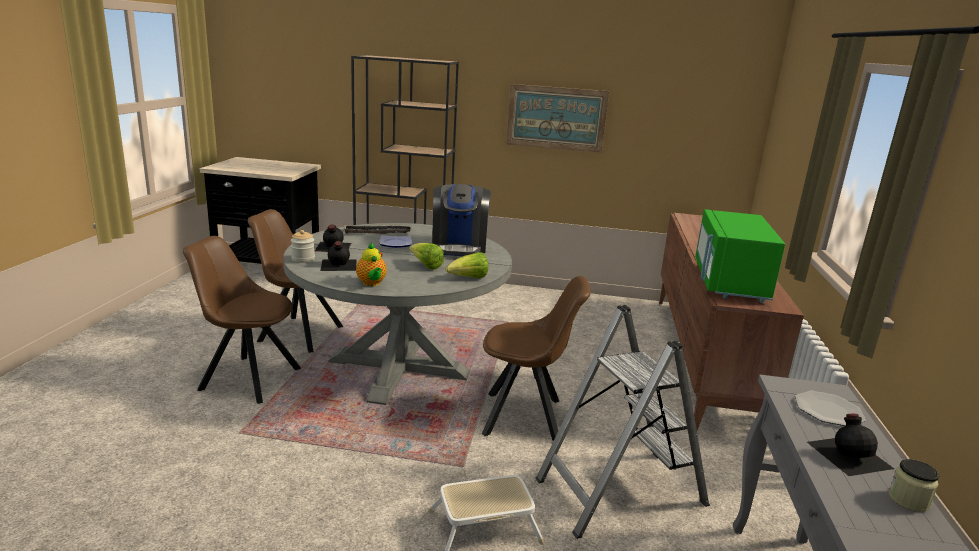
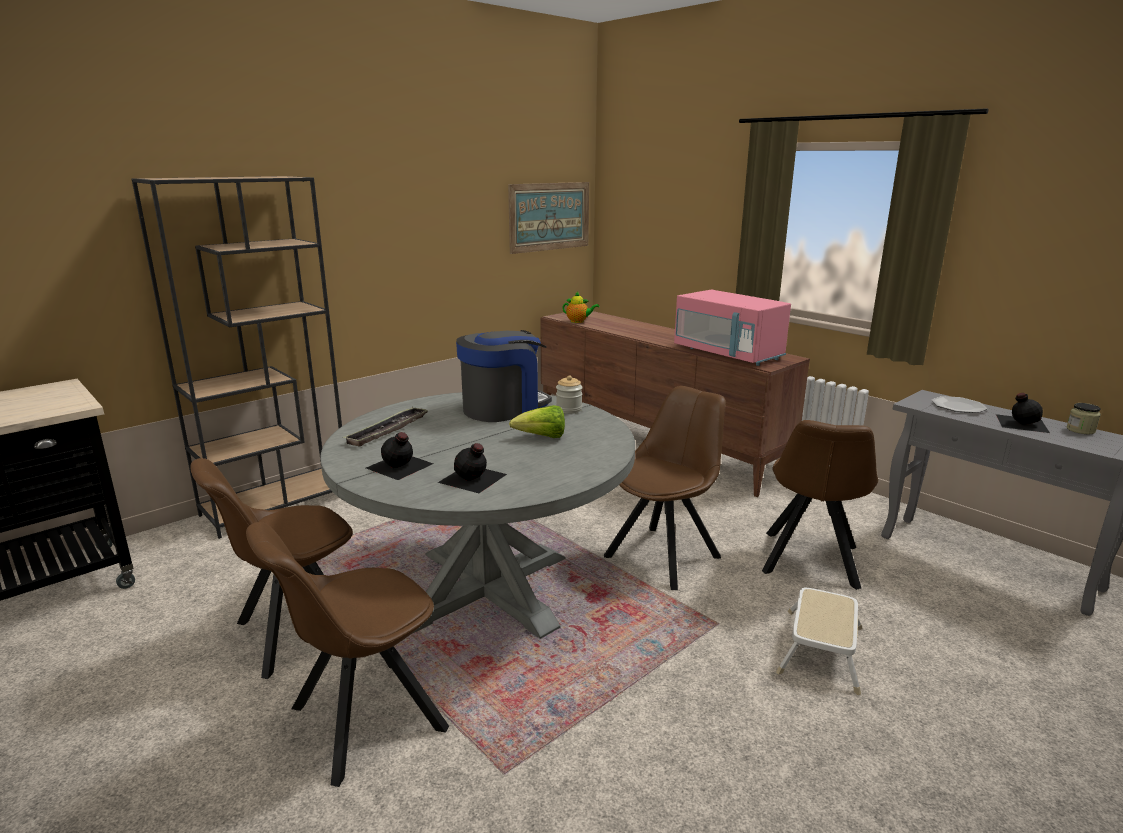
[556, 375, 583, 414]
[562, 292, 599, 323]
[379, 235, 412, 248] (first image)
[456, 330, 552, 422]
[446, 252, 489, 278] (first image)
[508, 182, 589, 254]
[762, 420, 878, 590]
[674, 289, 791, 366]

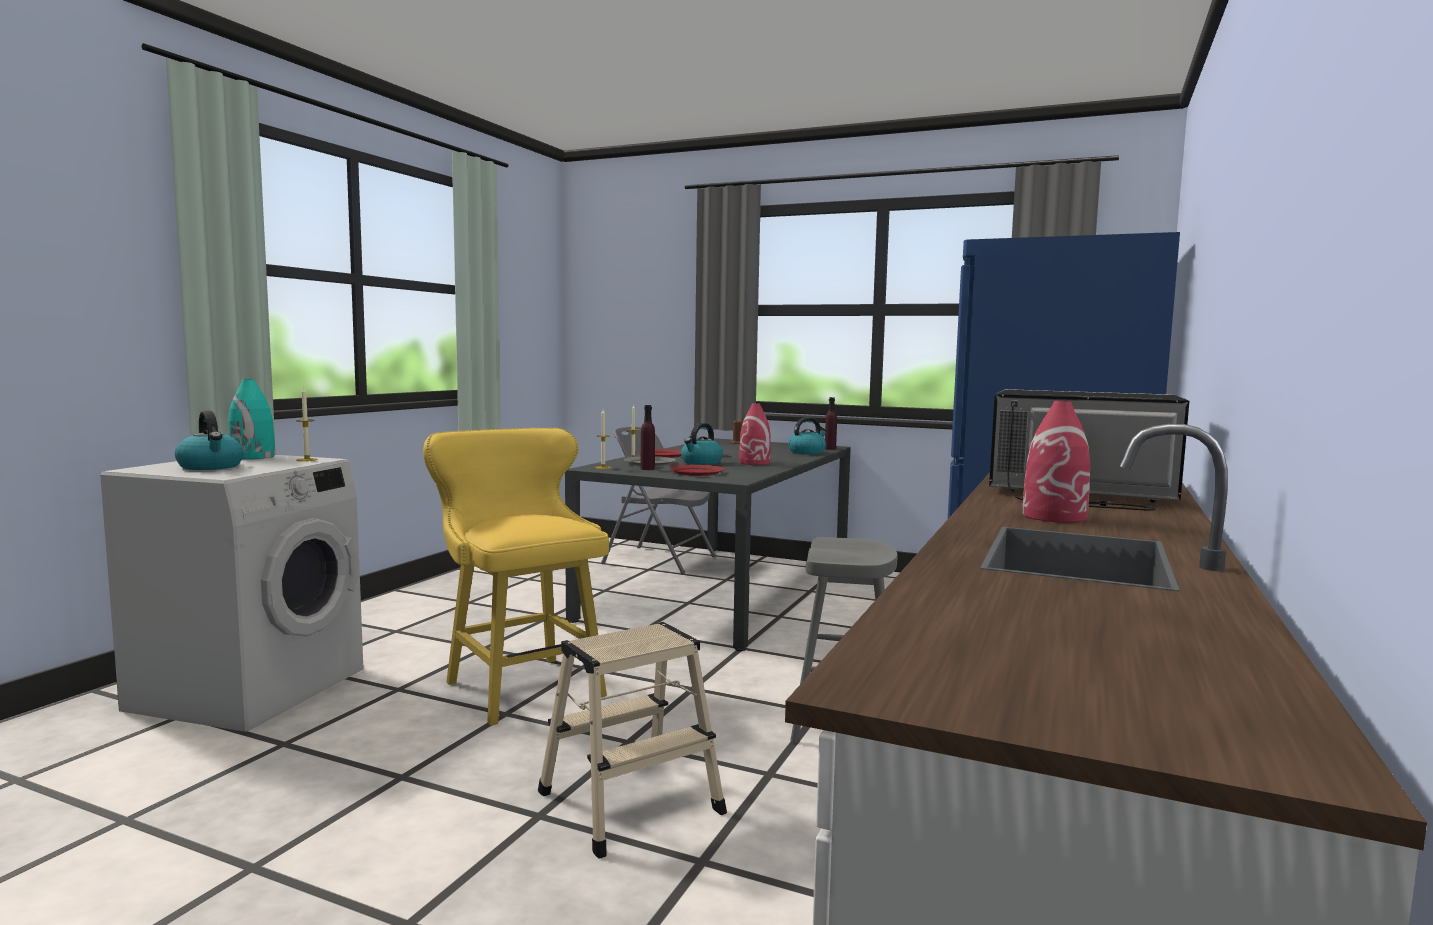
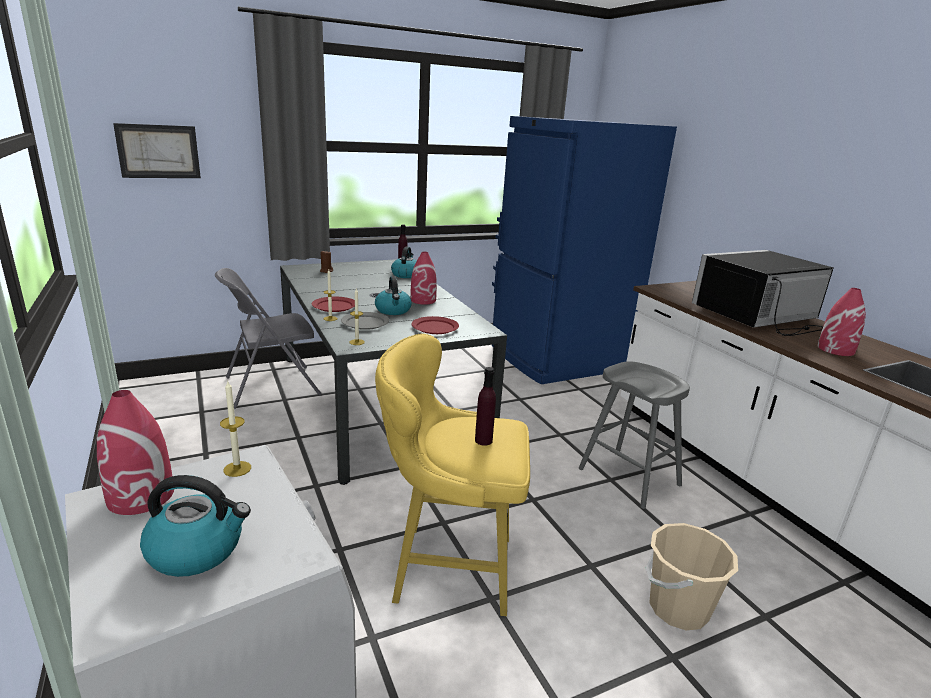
[97, 390, 174, 515]
[645, 523, 738, 630]
[475, 367, 496, 446]
[113, 123, 201, 178]

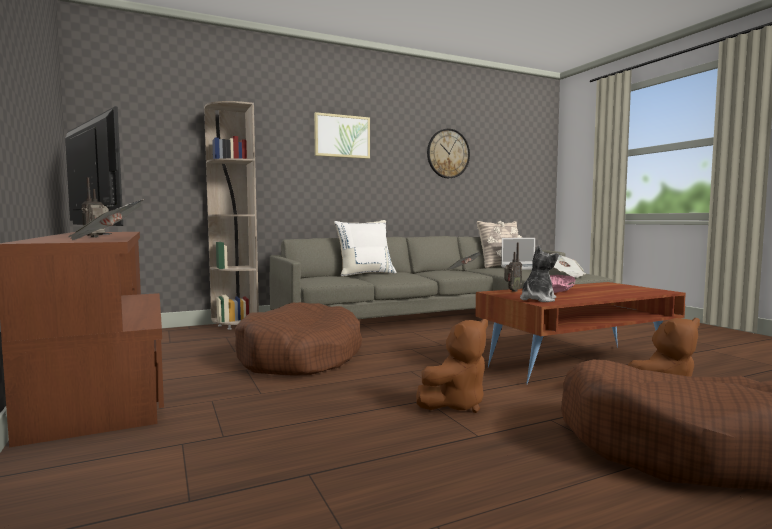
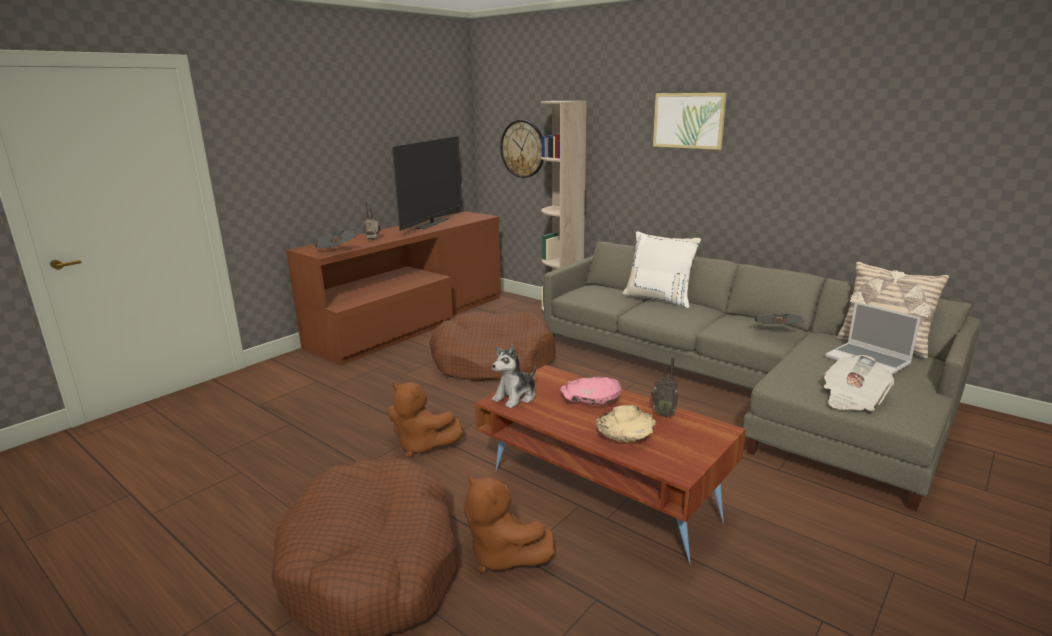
[500, 120, 544, 178]
[650, 357, 679, 417]
[492, 345, 536, 408]
[597, 405, 656, 442]

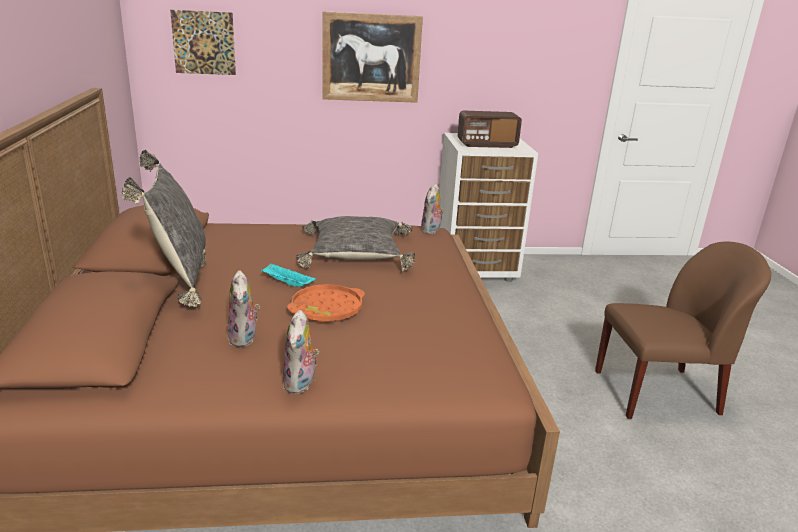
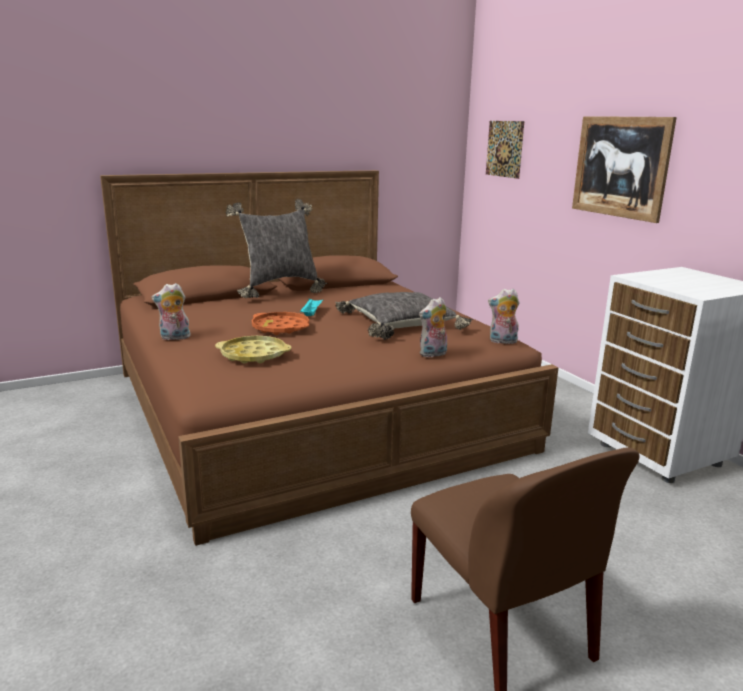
[419, 297, 447, 357]
[457, 111, 522, 148] (first image)
[215, 336, 292, 363]

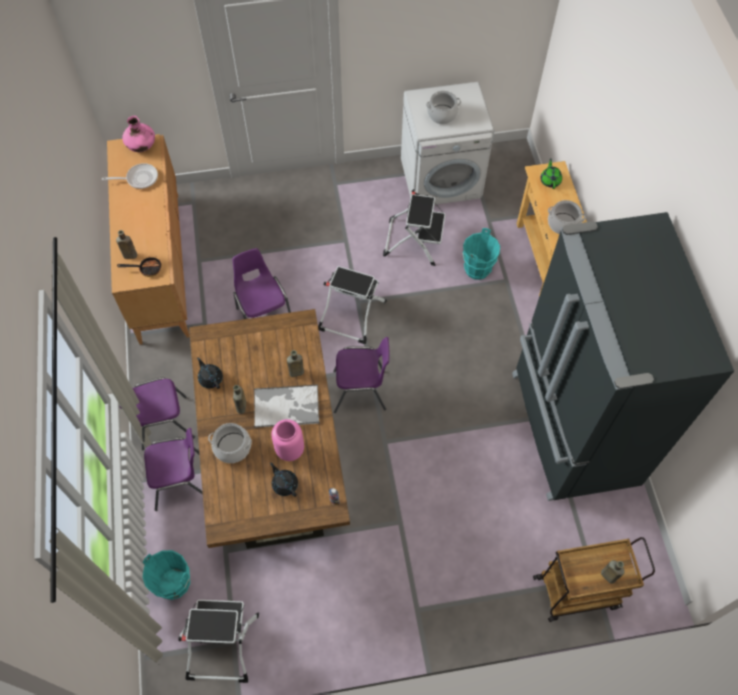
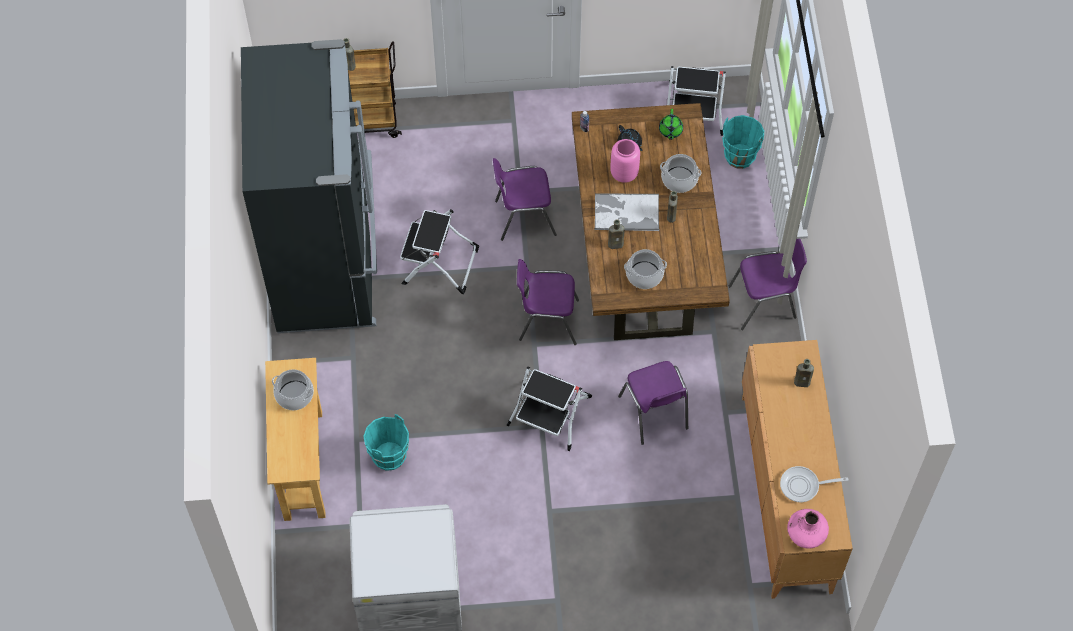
[117, 257, 162, 277] (first image)
[493, 158, 557, 241]
[197, 357, 223, 389] (first image)
[400, 209, 479, 294]
[624, 249, 667, 289]
[659, 109, 683, 140]

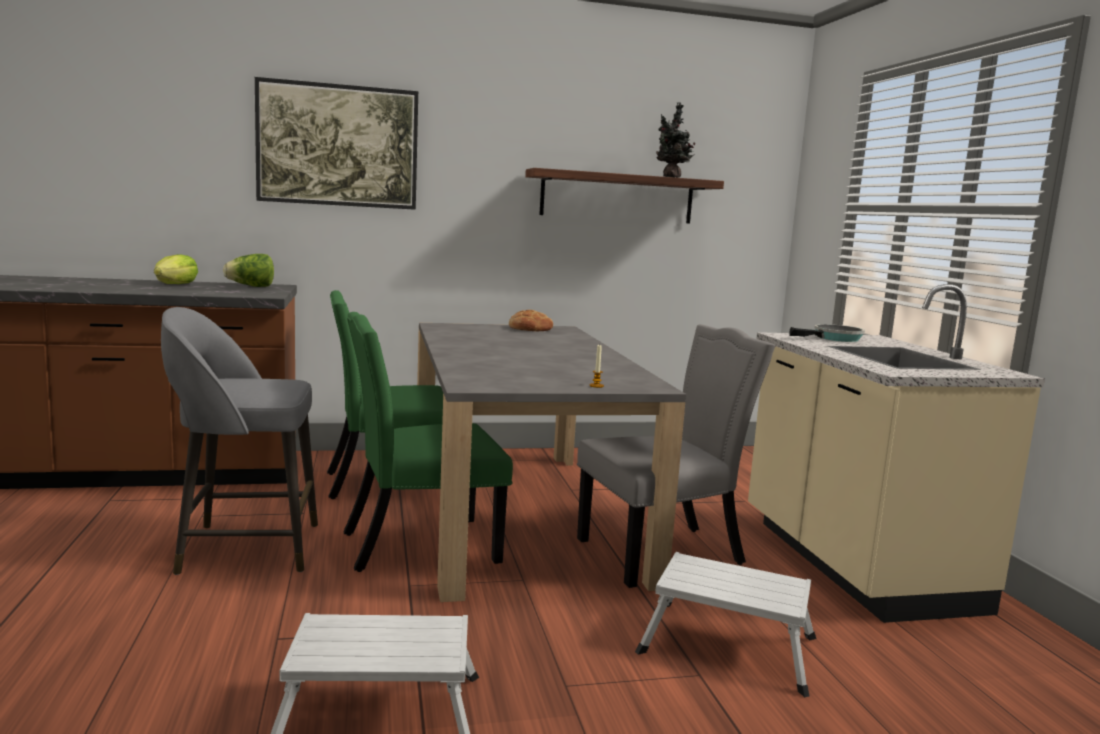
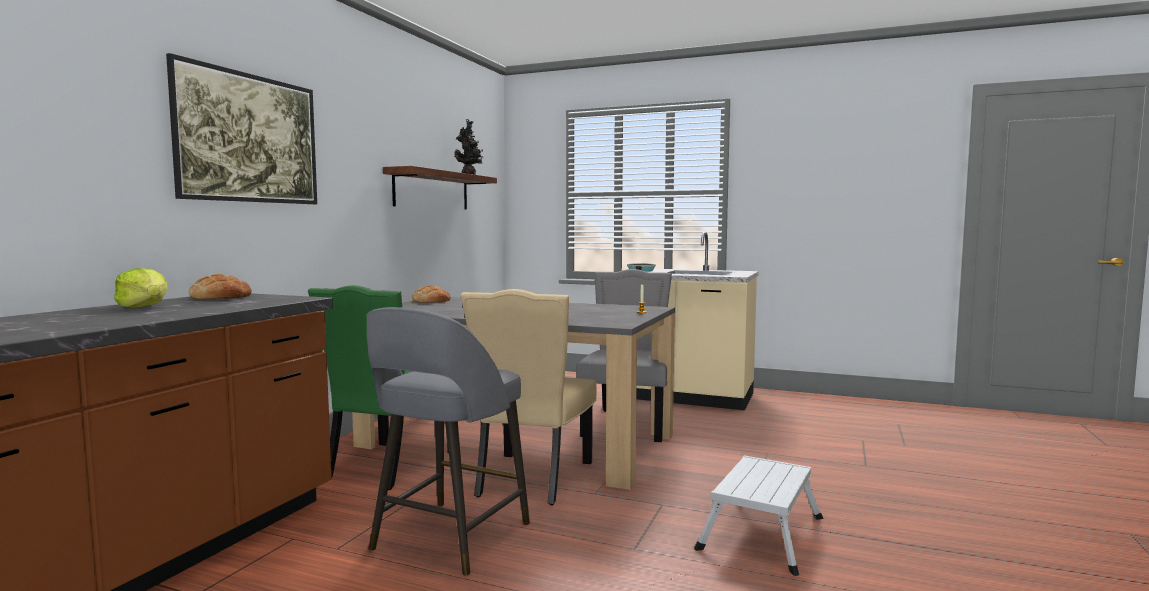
[189, 274, 252, 299]
[461, 289, 597, 505]
[635, 552, 817, 697] (first image)

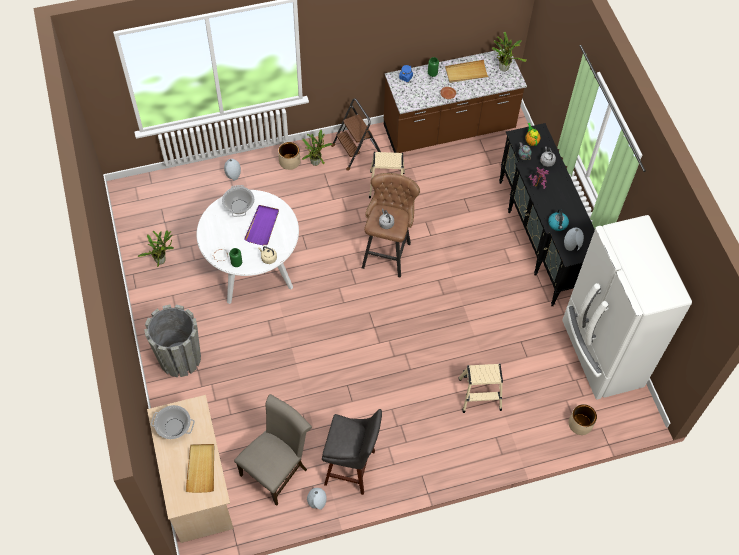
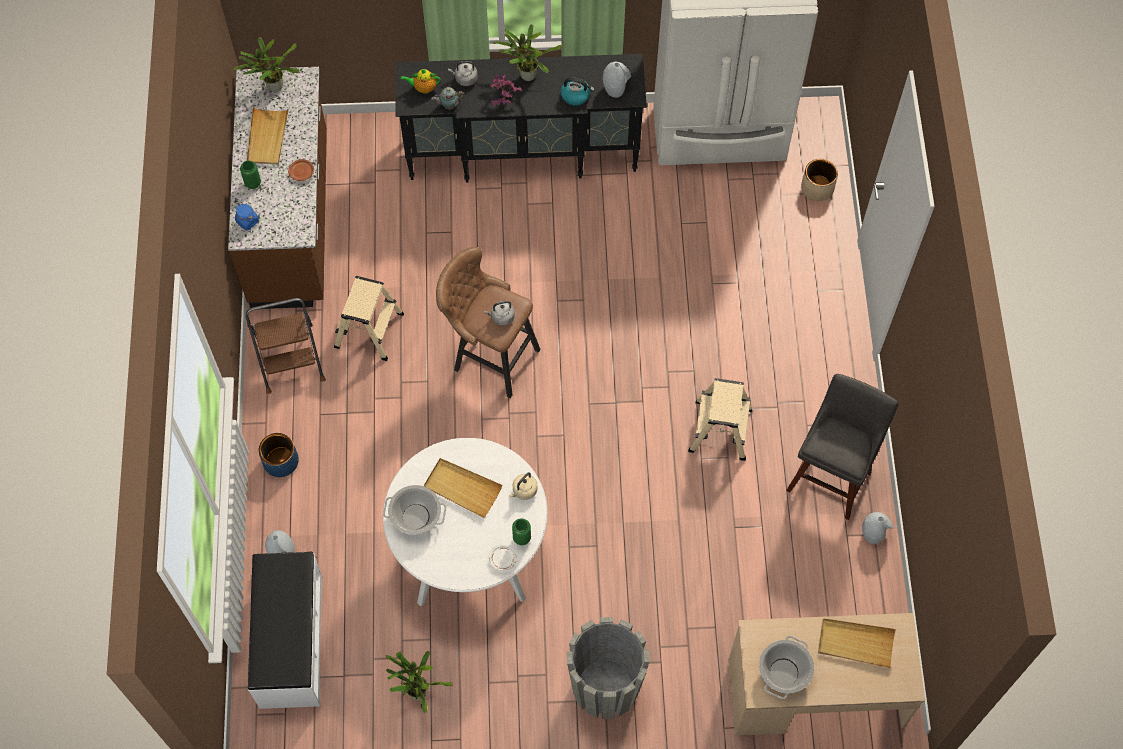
[234, 394, 312, 506] (first image)
[424, 458, 502, 518]
[259, 433, 299, 477]
[494, 24, 562, 81]
[688, 378, 752, 461]
[248, 552, 322, 709]

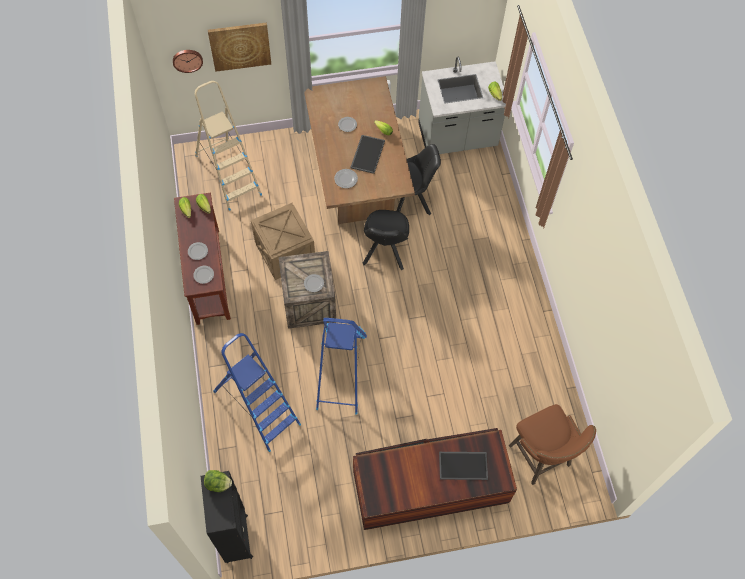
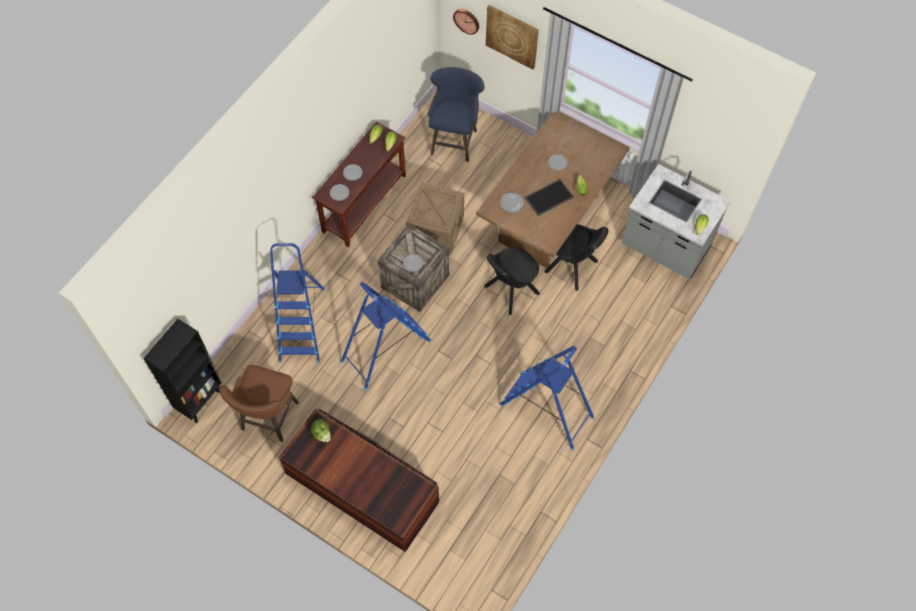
[428, 67, 485, 162]
[311, 419, 331, 442]
[439, 452, 488, 480] (first image)
[219, 365, 299, 442]
[499, 346, 595, 450]

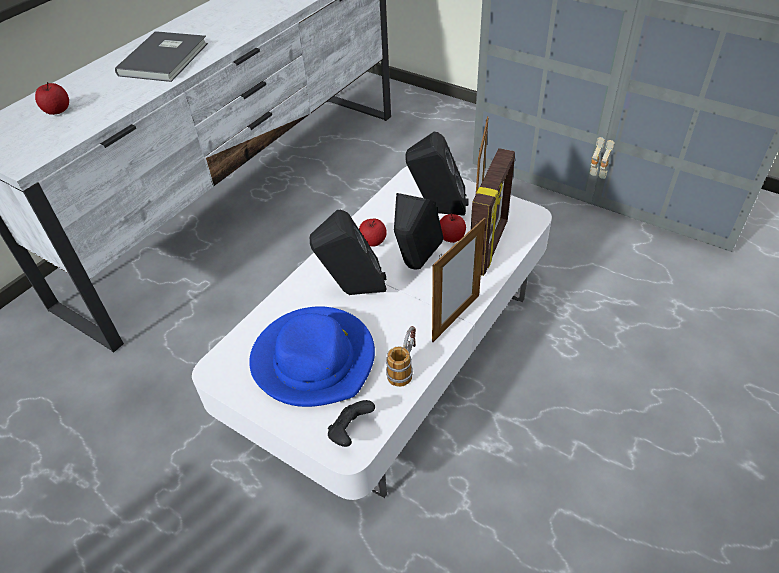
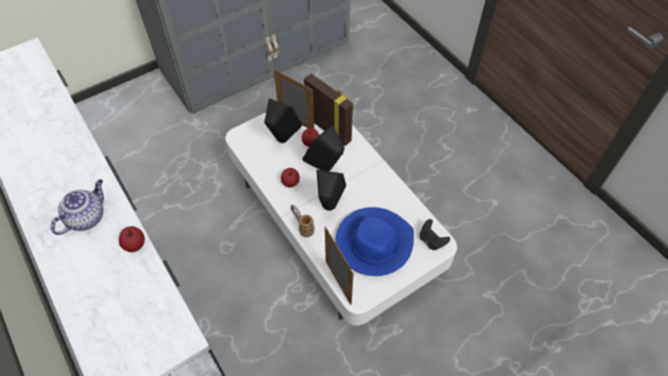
[119, 226, 145, 252]
[51, 179, 104, 235]
[290, 205, 315, 237]
[325, 226, 354, 305]

